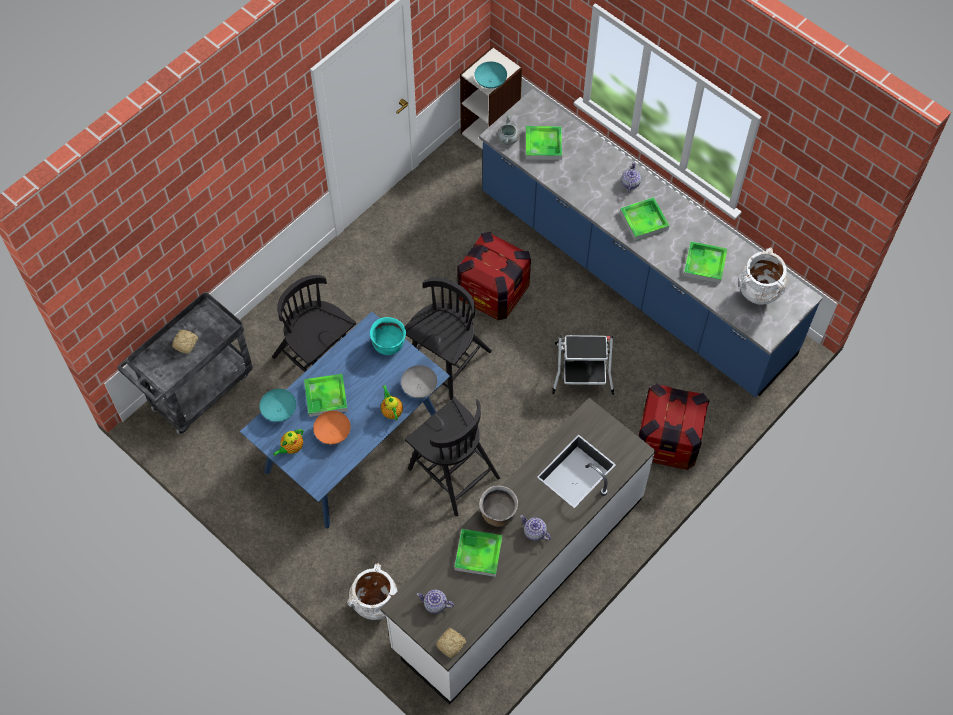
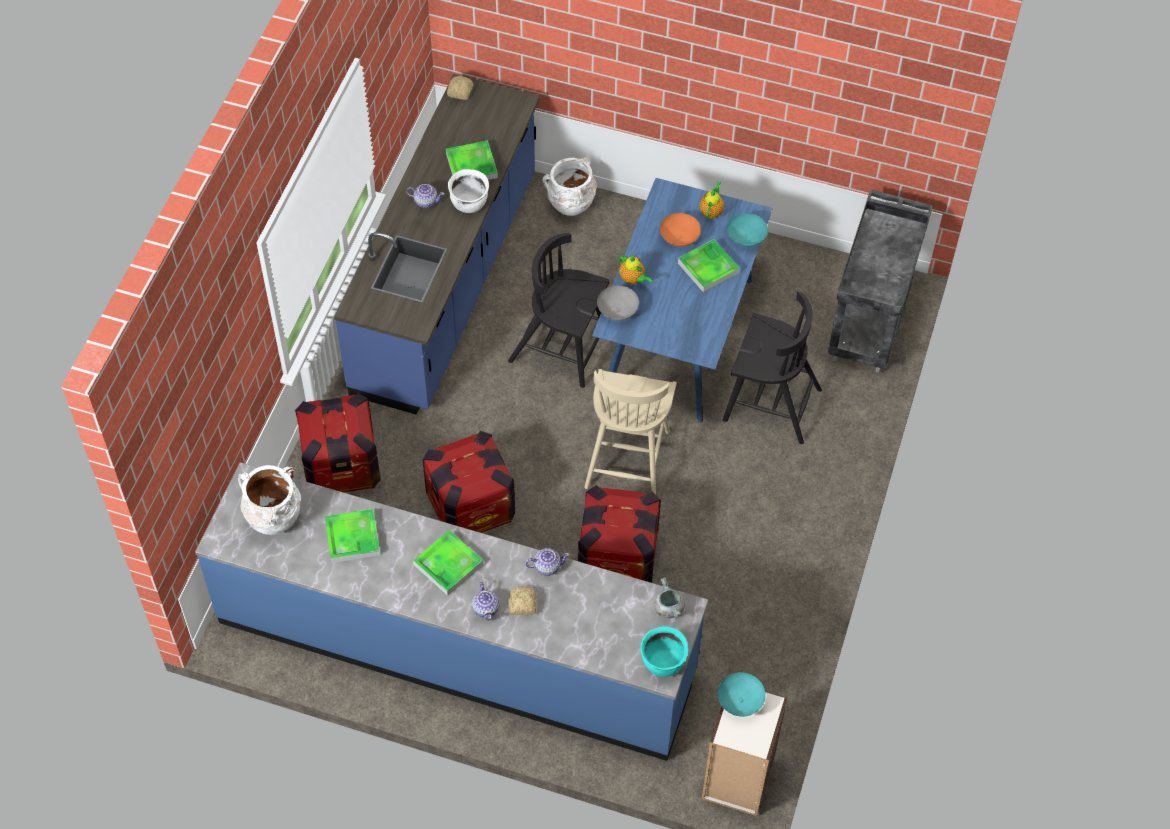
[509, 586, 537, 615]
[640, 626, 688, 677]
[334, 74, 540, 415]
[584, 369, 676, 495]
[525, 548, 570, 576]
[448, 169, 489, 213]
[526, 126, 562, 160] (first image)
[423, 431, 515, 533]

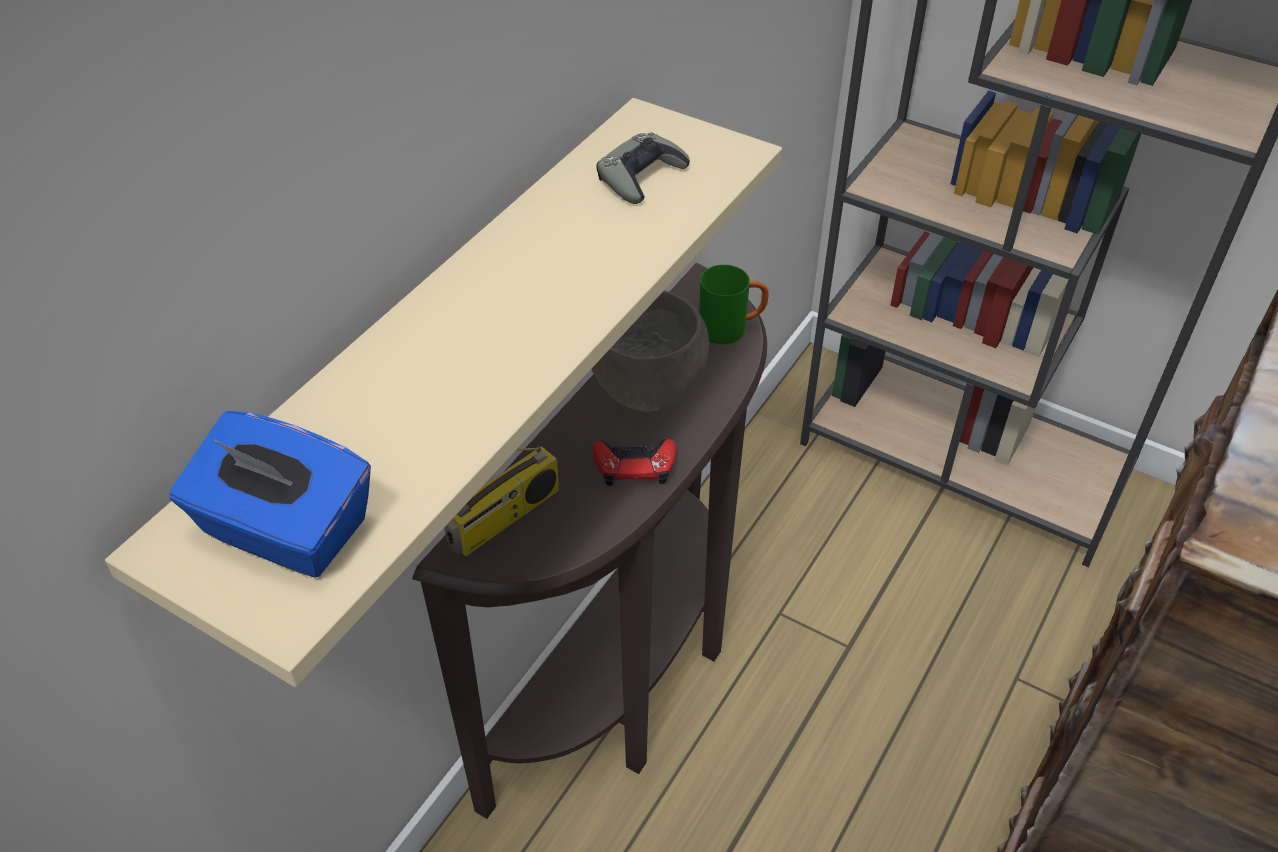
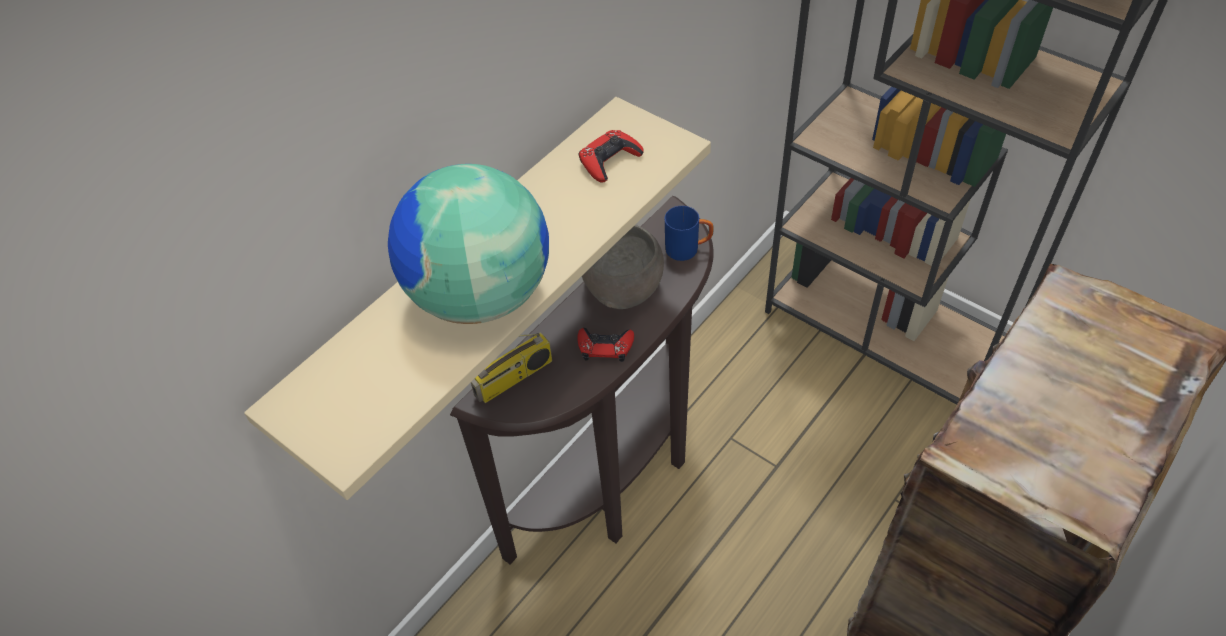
[169, 411, 371, 578] (first image)
[579, 130, 644, 183]
[665, 206, 714, 261]
[388, 164, 549, 324]

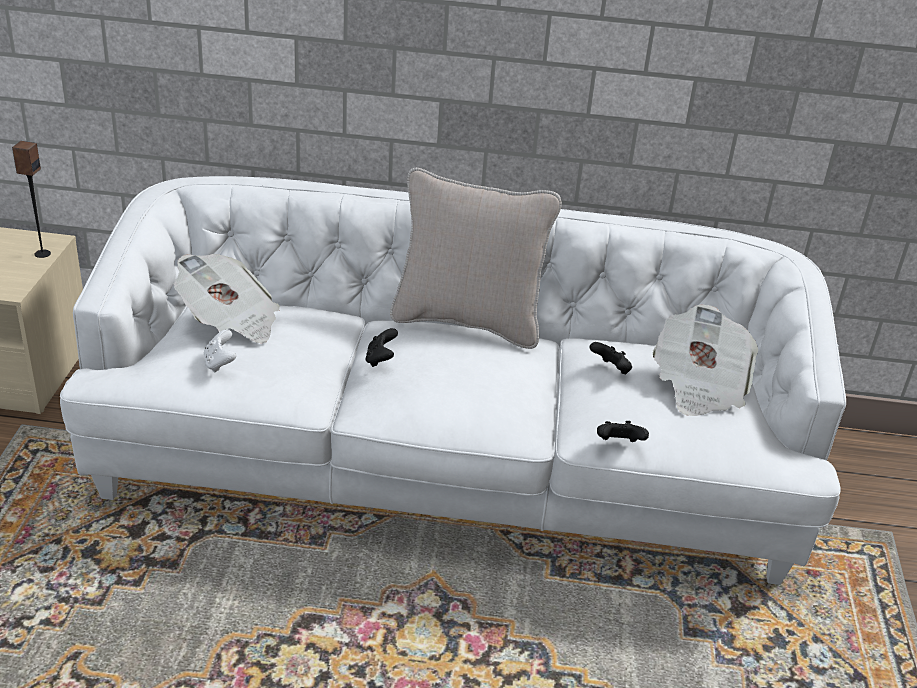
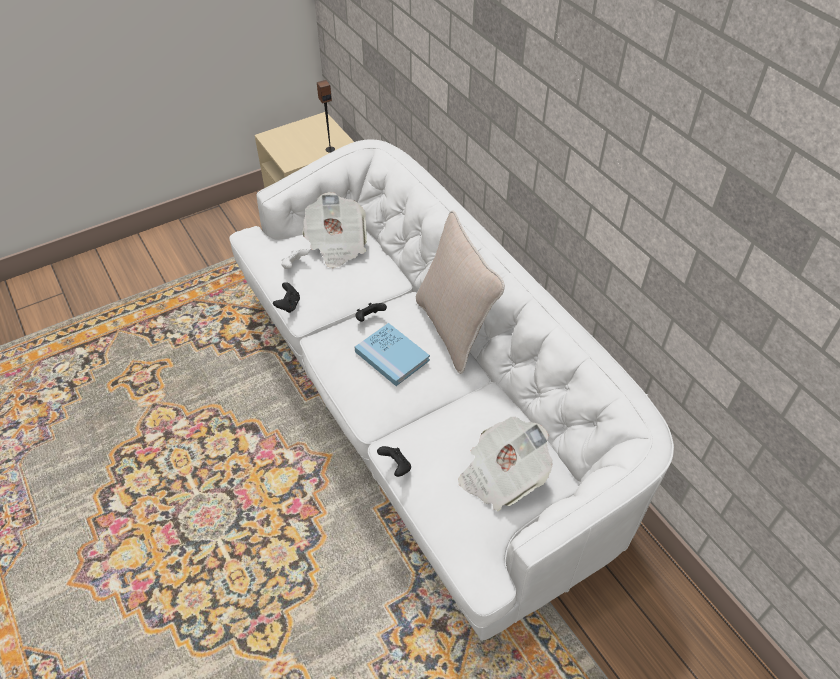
[273, 282, 300, 313]
[355, 323, 430, 386]

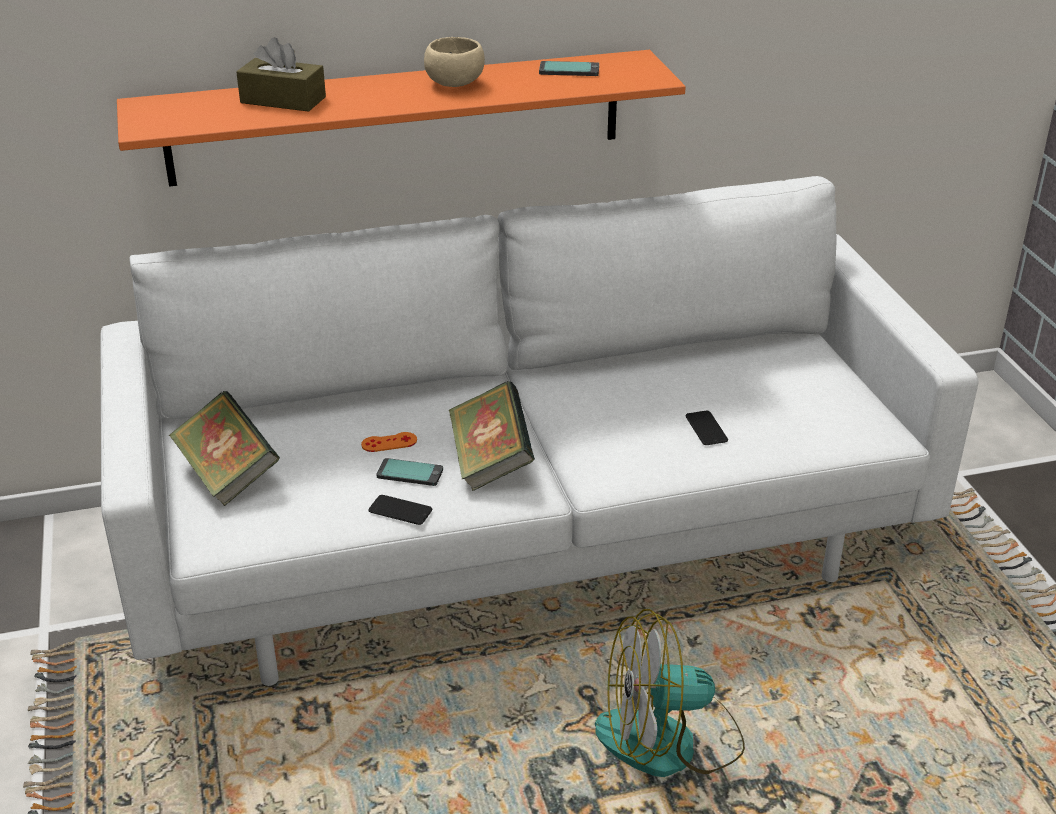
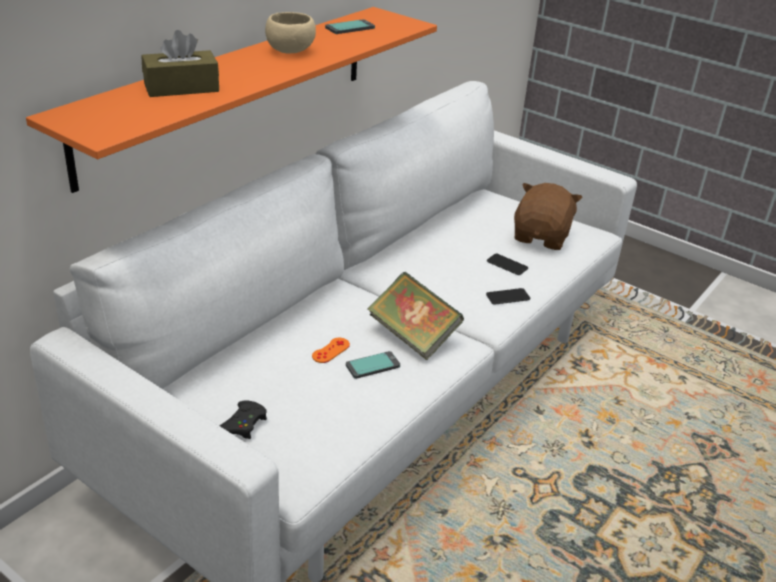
[220, 401, 267, 439]
[486, 288, 530, 305]
[595, 609, 745, 777] (first image)
[514, 183, 583, 250]

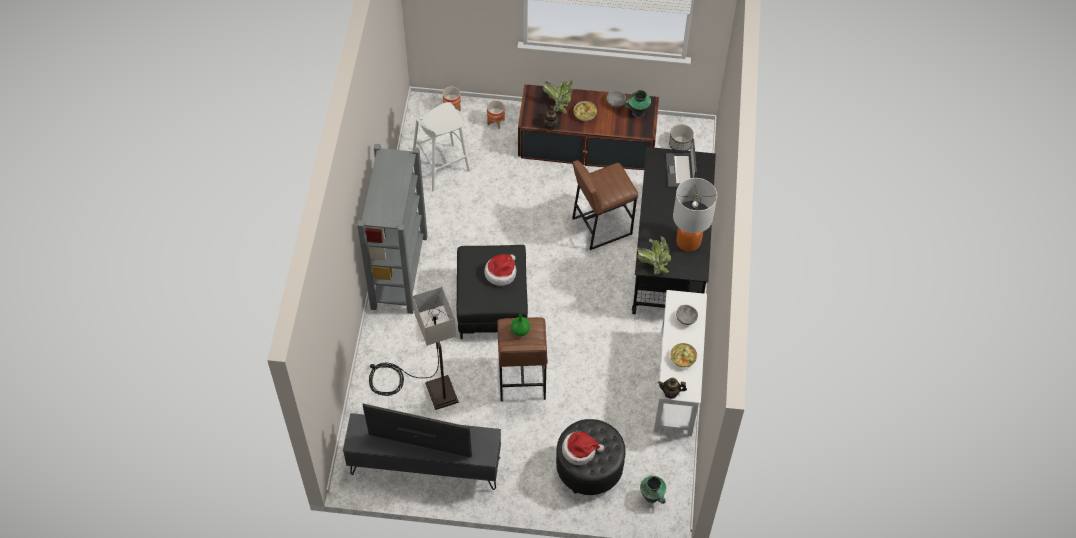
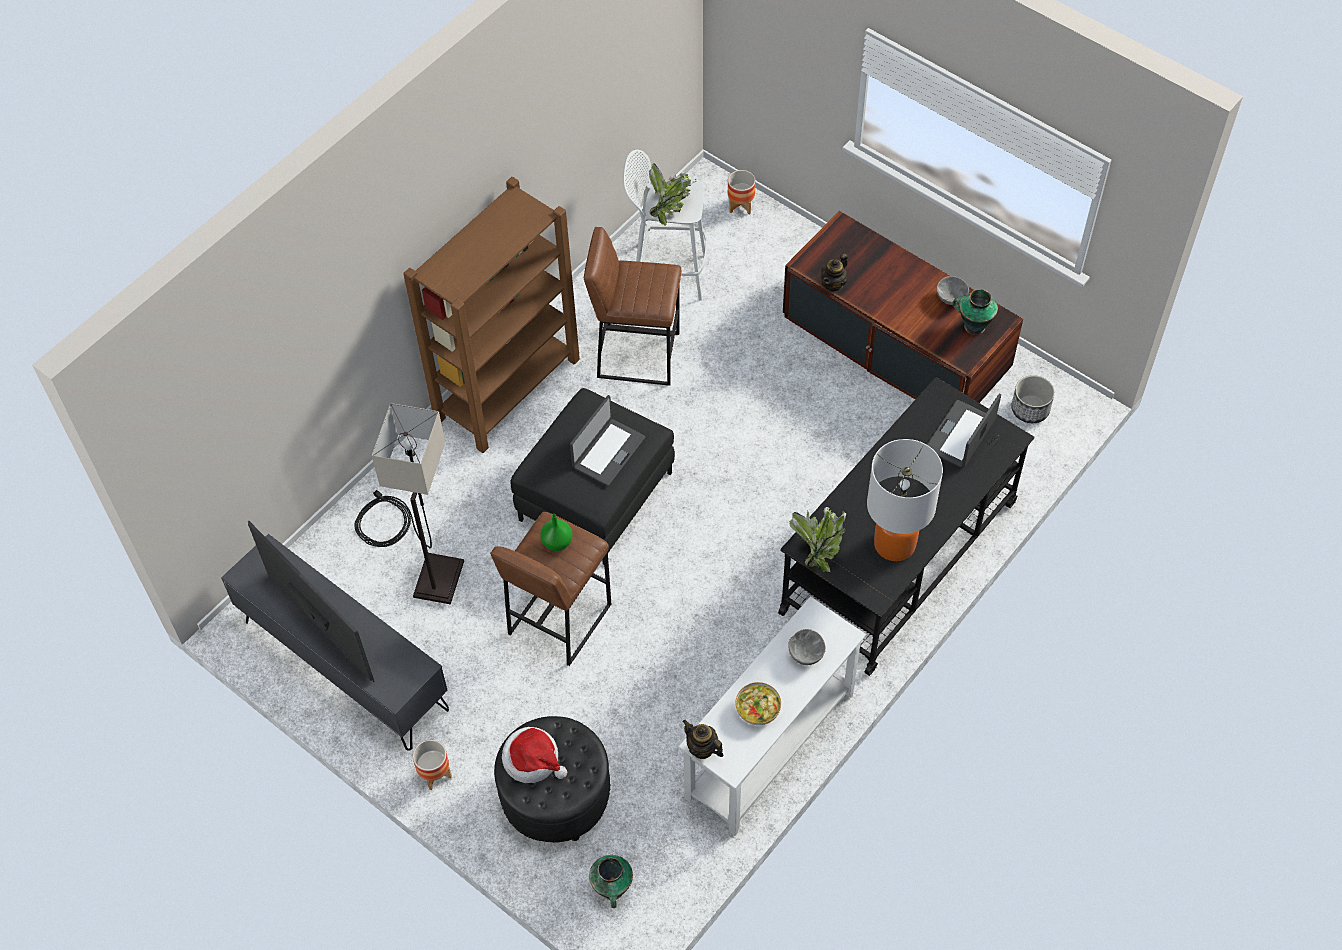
[403, 177, 580, 453]
[570, 395, 646, 486]
[413, 740, 452, 790]
[649, 163, 696, 226]
[584, 227, 681, 386]
[574, 101, 597, 121] (first image)

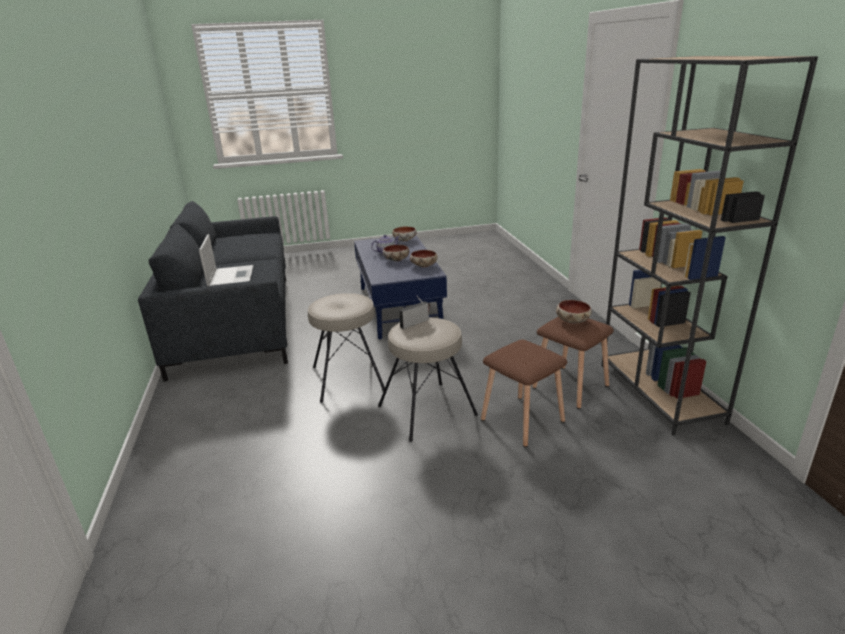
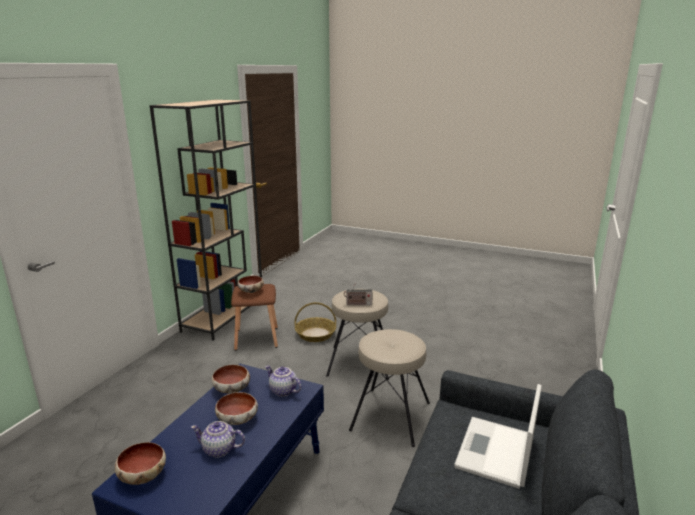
[295, 302, 336, 342]
[265, 365, 301, 397]

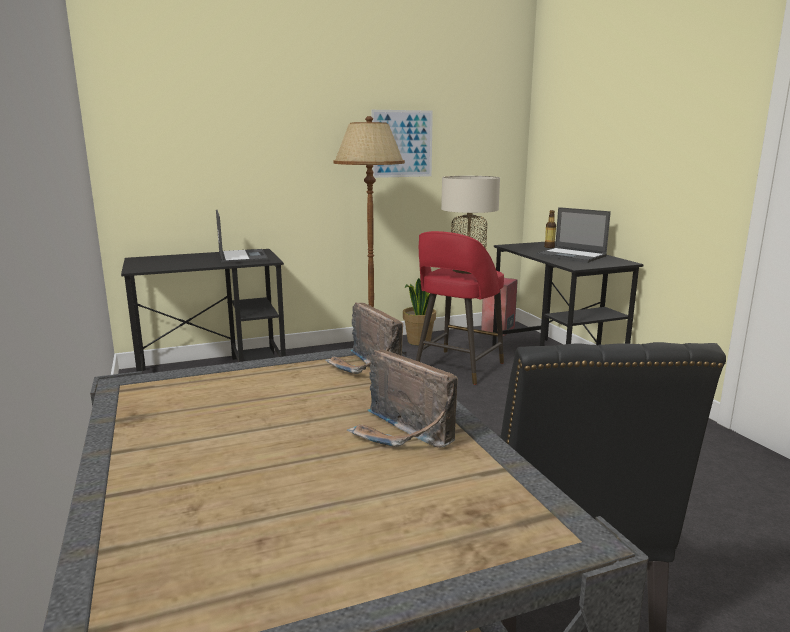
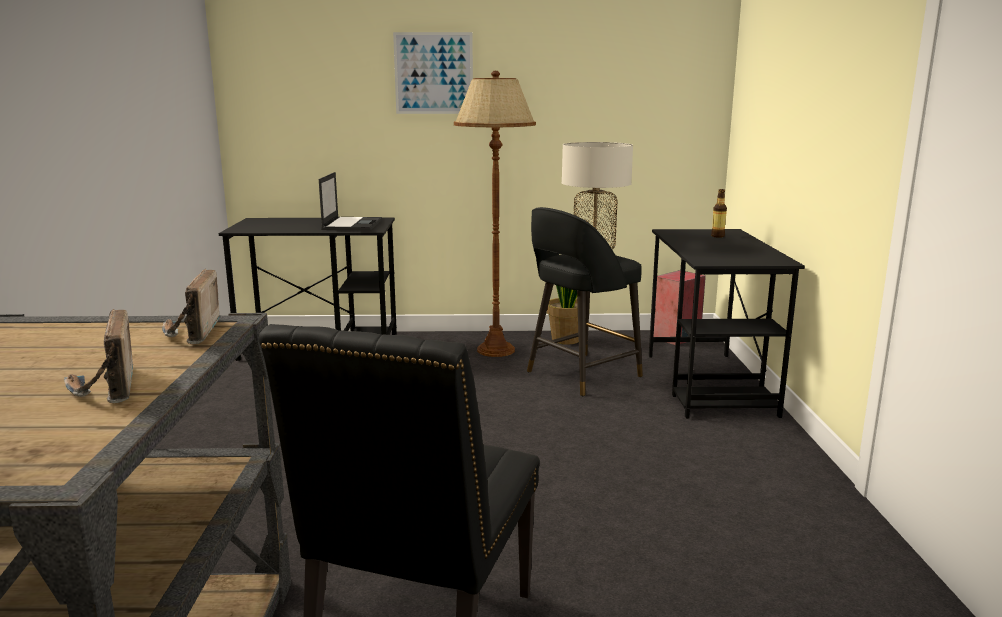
[393, 32, 473, 114]
[527, 207, 643, 396]
[536, 207, 611, 263] (first image)

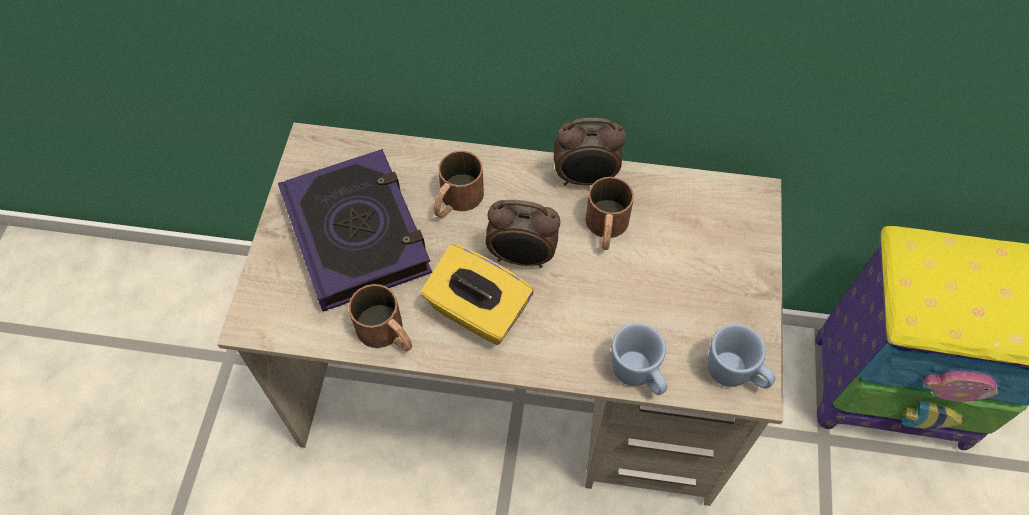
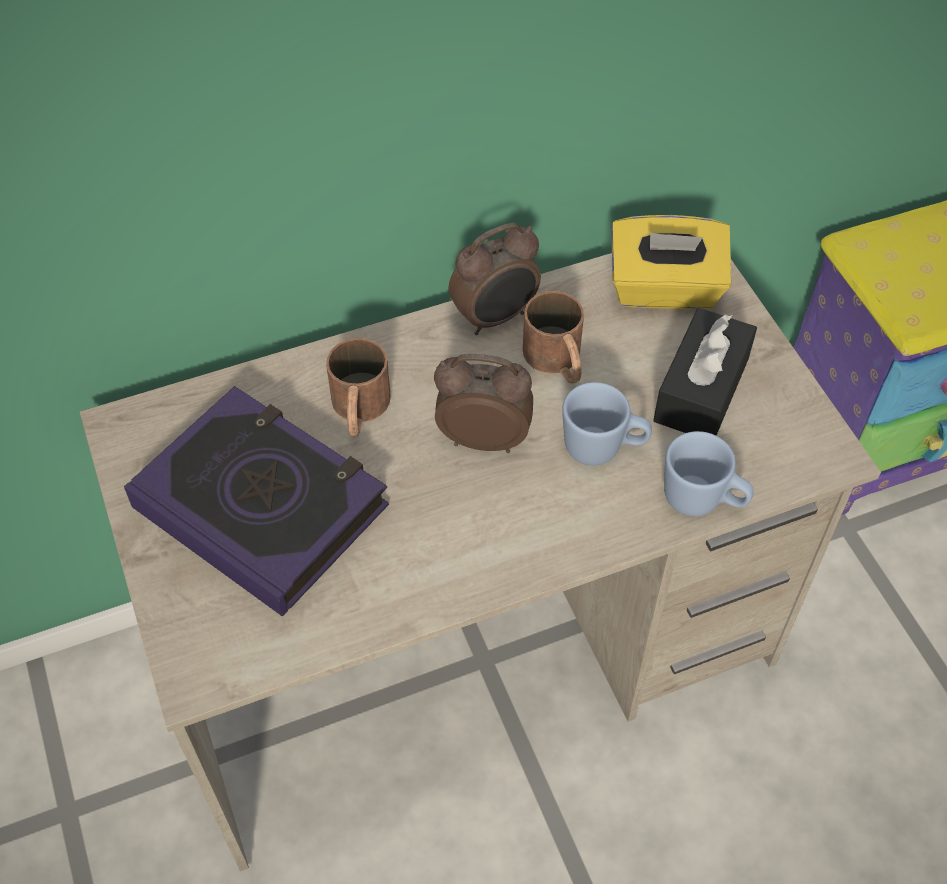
[348, 284, 412, 351] (first image)
[611, 215, 731, 310]
[434, 354, 533, 453]
[562, 382, 652, 466]
[653, 308, 757, 436]

